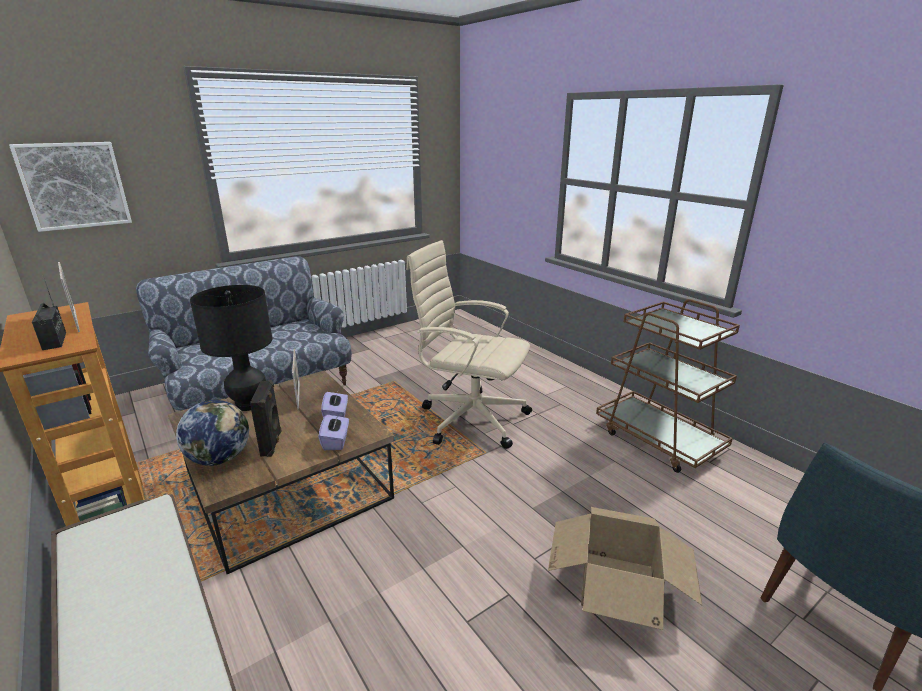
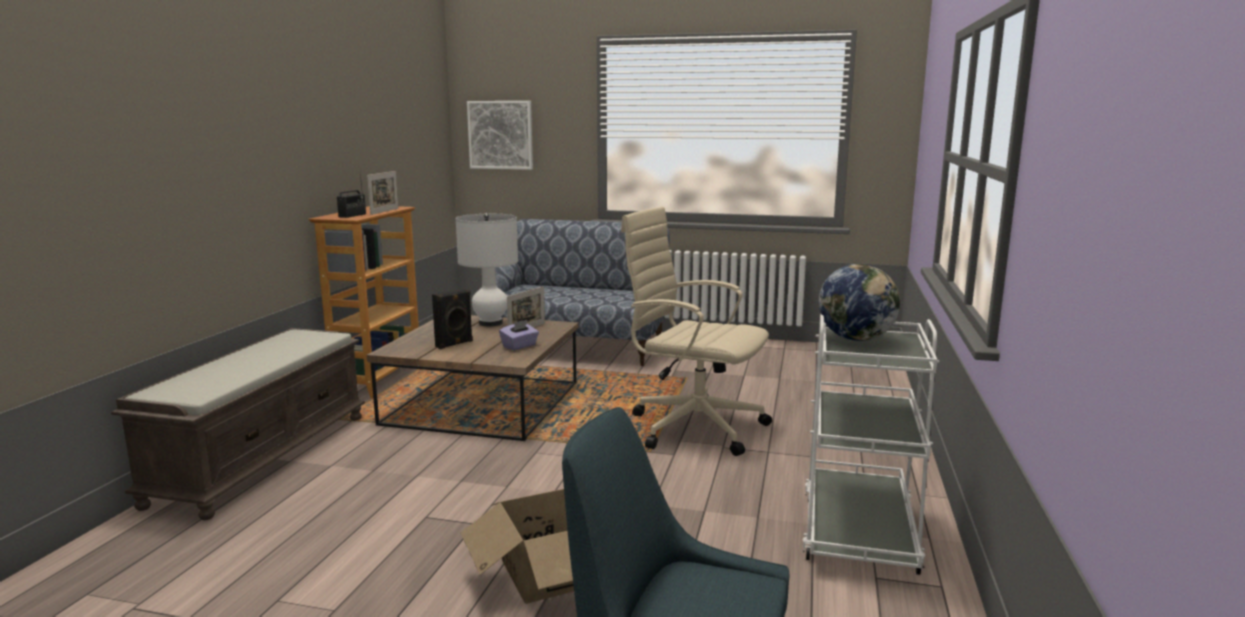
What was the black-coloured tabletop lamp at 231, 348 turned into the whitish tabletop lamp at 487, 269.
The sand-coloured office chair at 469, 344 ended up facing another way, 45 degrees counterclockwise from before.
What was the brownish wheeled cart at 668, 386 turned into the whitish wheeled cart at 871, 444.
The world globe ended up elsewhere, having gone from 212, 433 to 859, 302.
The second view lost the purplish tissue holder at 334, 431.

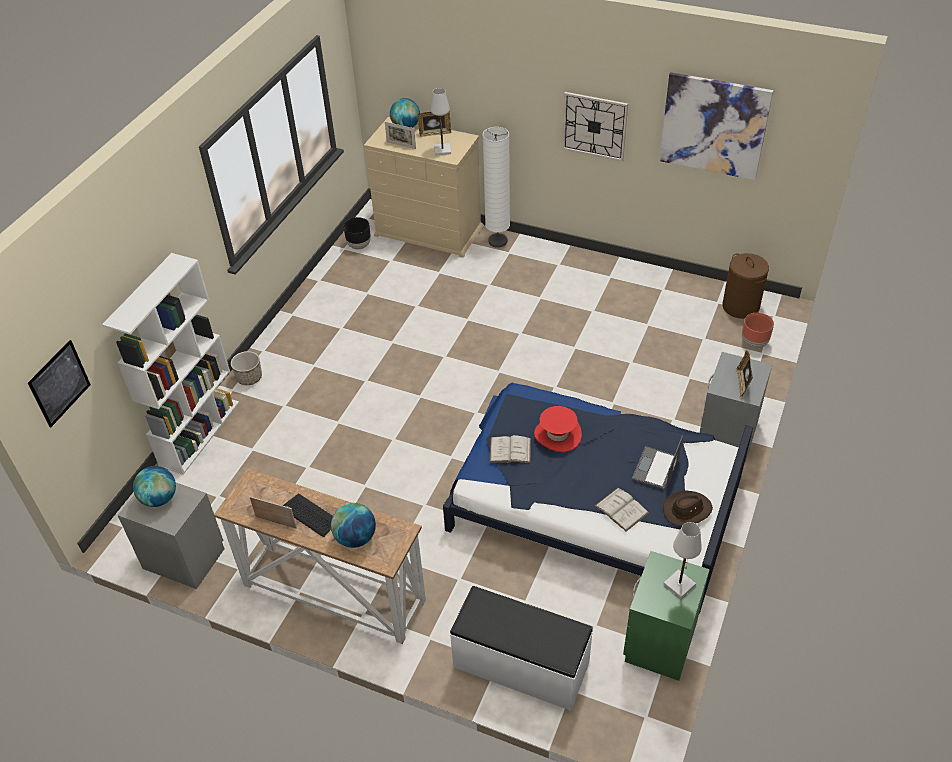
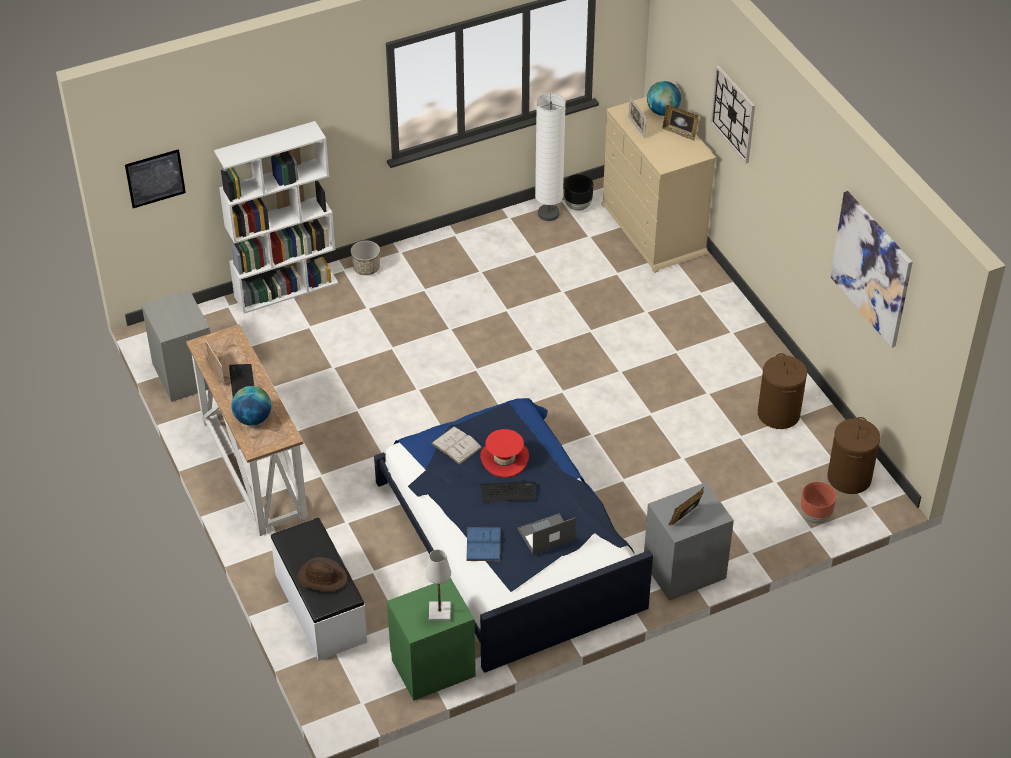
The brownish hat ended up elsewhere, having gone from 688, 508 to 322, 574.
What was the whitish book at 622, 510 turned into the bluish book at 483, 544.
The second view gained the keyboard at 507, 492.
The whitish standing lamp ended up elsewhere, having gone from 496, 187 to 550, 157.
The wall clock ended up elsewhere, having gone from 595, 127 to 732, 114.
The second view gained the brownish washing basket at 782, 391.
The second view lost the world globe at 154, 486.
The second view lost the whitish tabletop lamp at 440, 121.

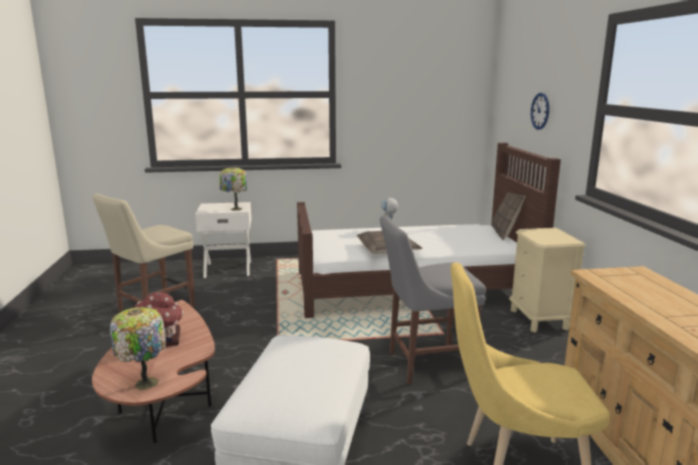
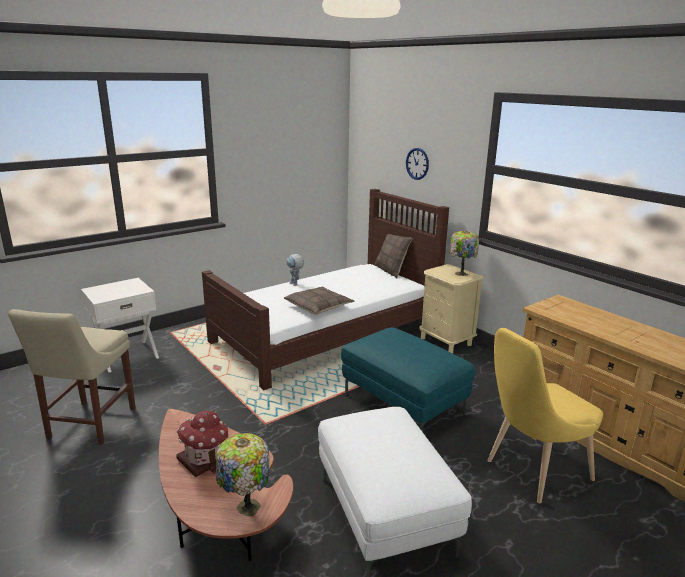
Where the gray chair stood at 433, 300, the blue-green ottoman came to stand at 408, 379.
The tabletop lamp ended up elsewhere, having gone from 233, 189 to 464, 253.

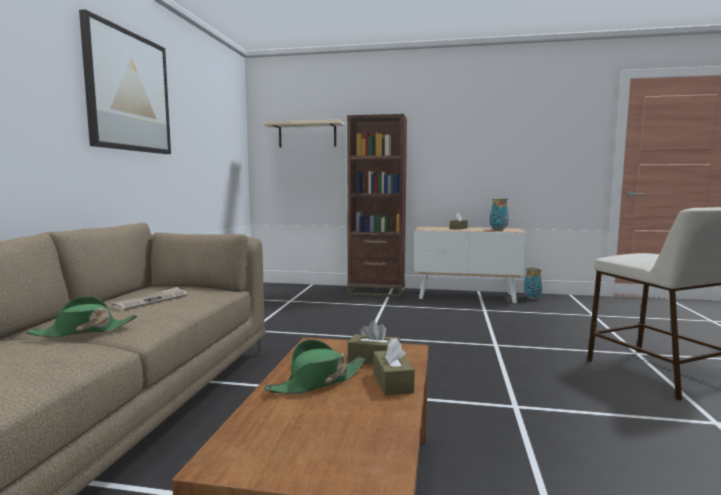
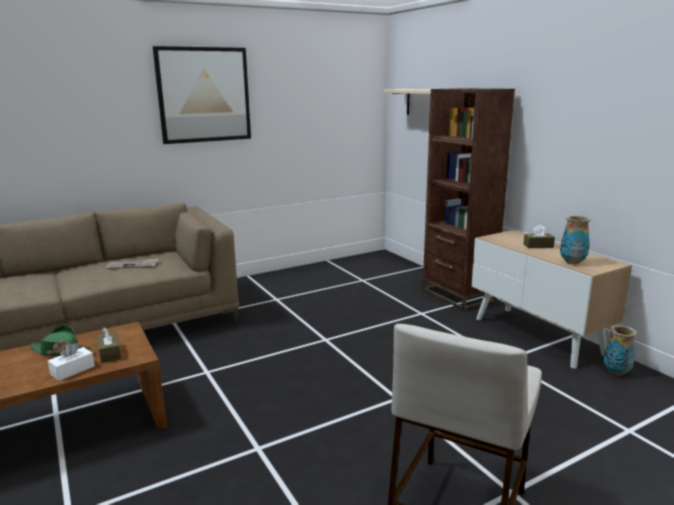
What was the brownish tissue holder at 394, 367 turned into the whitish tissue holder at 71, 362.
The second view lost the greenish hat at 81, 317.

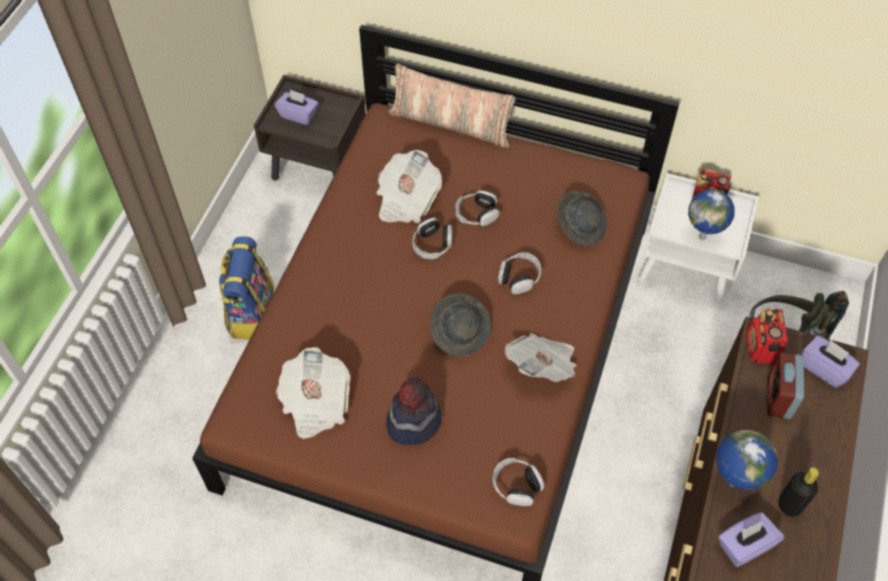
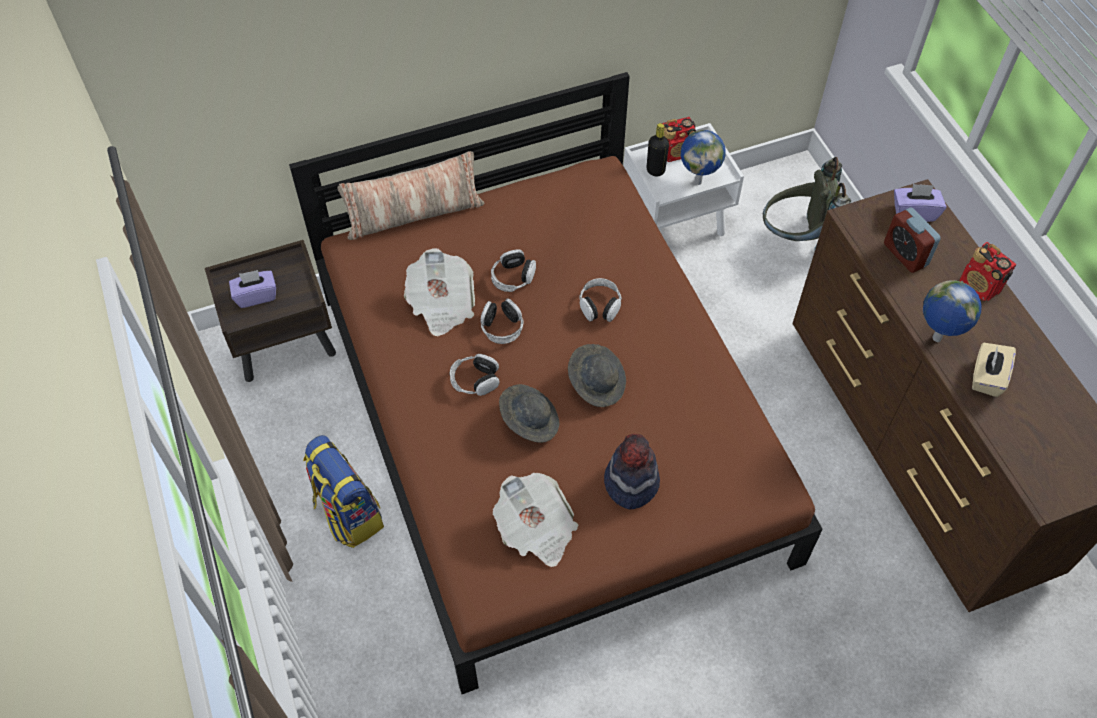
The headset ended up elsewhere, having gone from 518, 482 to 475, 375.
The gray hat ended up elsewhere, having gone from 582, 218 to 529, 413.
The black-coloured beverage bottle ended up elsewhere, having gone from 798, 492 to 658, 149.
The radio set ended up elsewhere, having gone from 767, 336 to 988, 271.
What was the purplish tissue holder at 751, 539 turned into the sand-coloured tissue holder at 994, 370.
The second view lost the newspaper at 541, 357.

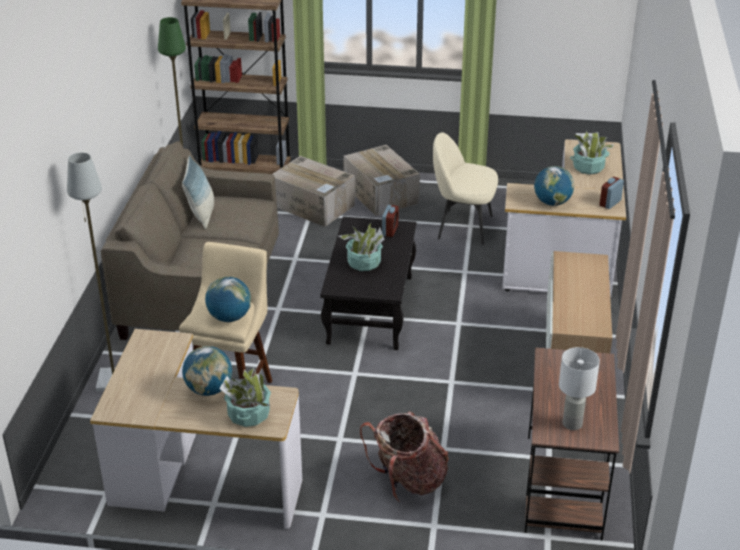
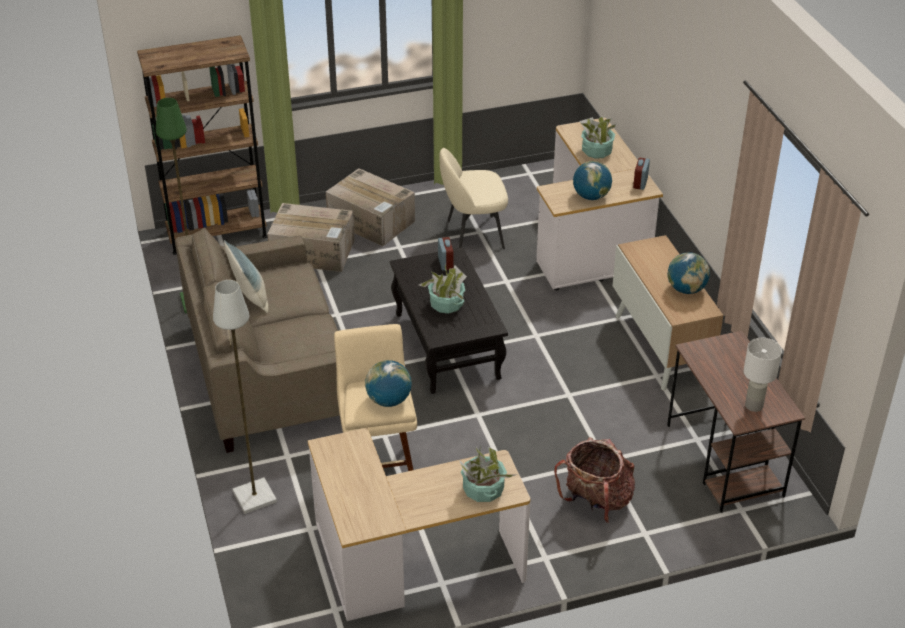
The world globe ended up elsewhere, having gone from 207, 371 to 688, 273.

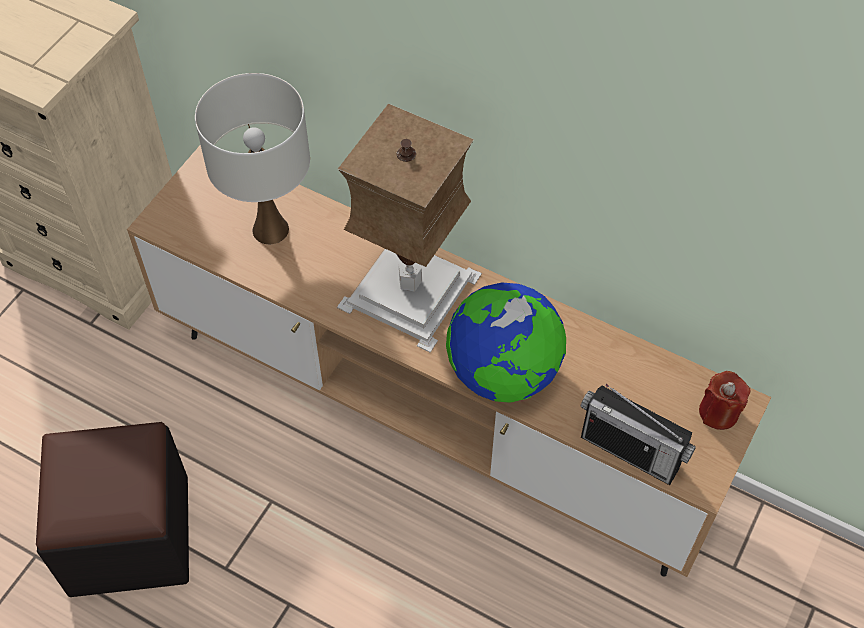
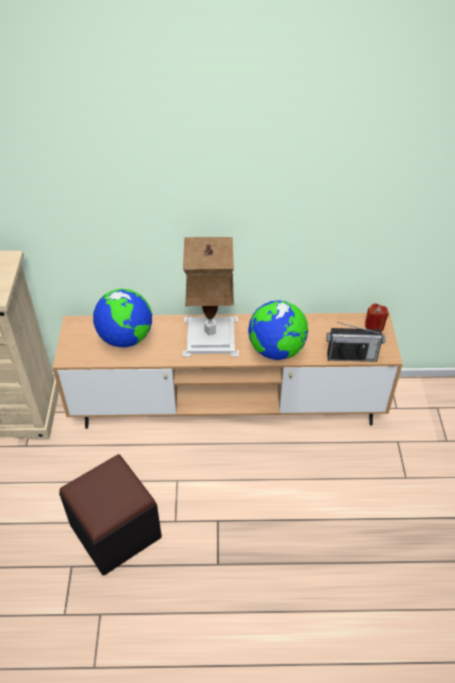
Where the whitish tabletop lamp stood at 252, 158, the world globe came to stand at 122, 318.

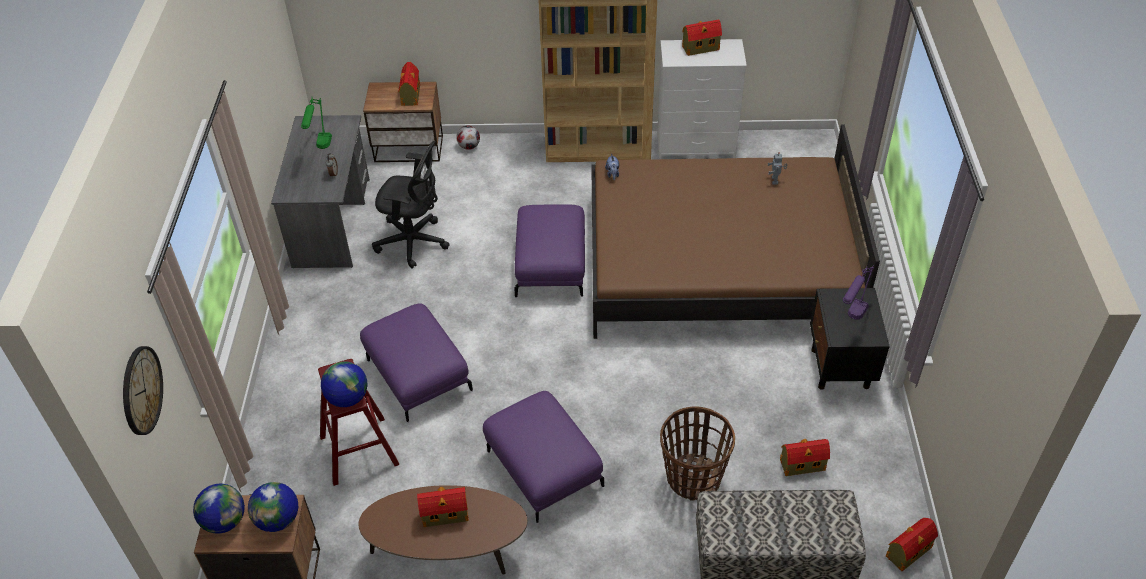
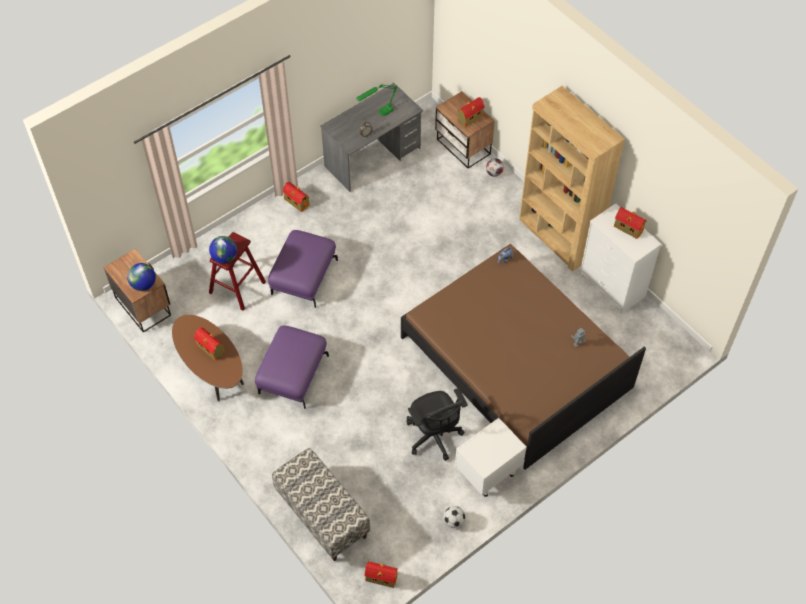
The toy house ended up elsewhere, having gone from 805, 457 to 296, 197.
The black-coloured office chair ended up elsewhere, having gone from 411, 204 to 437, 424.
The second view gained the football at 454, 517.
What was the black-coloured night table at 850, 339 turned into the whitish night table at 491, 457.
The second view lost the wall clock at 143, 390.
The second view lost the world globe at 219, 508.
The second view lost the purplish ottoman at 549, 250.
The second view lost the storage basket at 697, 453.
The second view lost the purplish tabletop lamp at 858, 292.

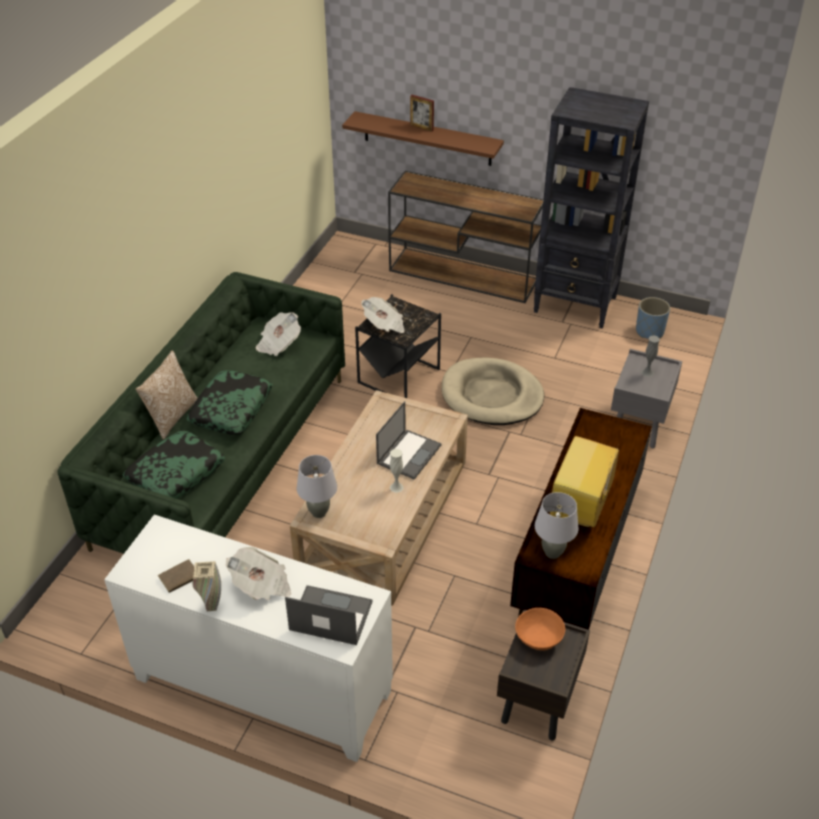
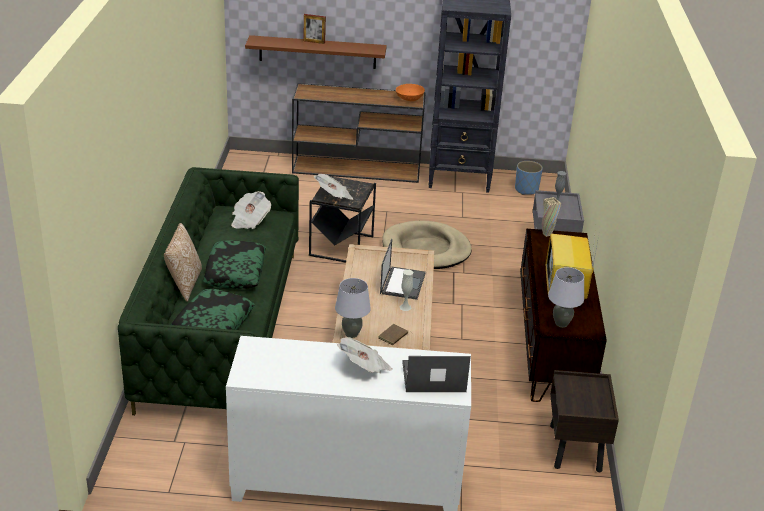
The brownish book ended up elsewhere, having gone from 176, 576 to 396, 334.
The orange-coloured bowl ended up elsewhere, having gone from 540, 629 to 410, 92.
The sand-coloured decorative vase ended up elsewhere, having gone from 207, 586 to 551, 217.

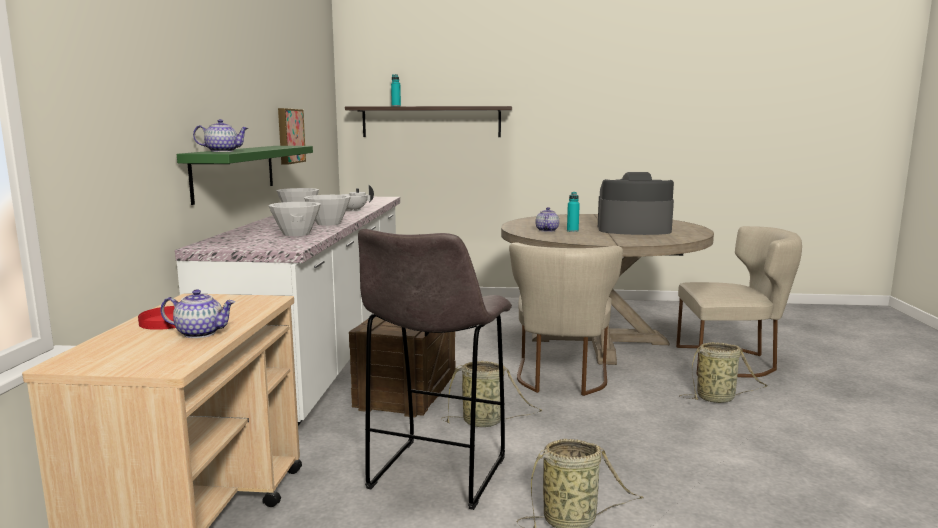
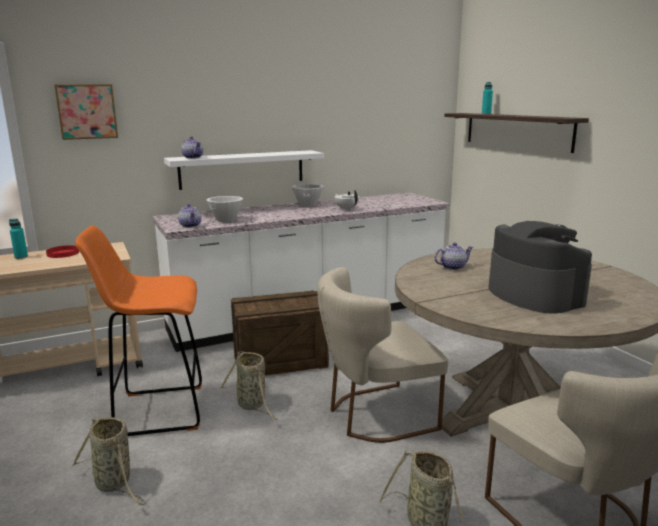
The blue-green beverage bottle ended up elsewhere, having gone from 573, 212 to 18, 239.
The wall picture ended up elsewhere, having gone from 292, 136 to 86, 112.
What was the gray sitting stool at 435, 369 turned into the orange-coloured sitting stool at 138, 330.
What was the greenish wall shelf at 245, 175 turned into the whitish wall shelf at 244, 170.
The teapot ended up elsewhere, having gone from 197, 313 to 189, 216.
The second view lost the whitish bowl at 327, 210.

